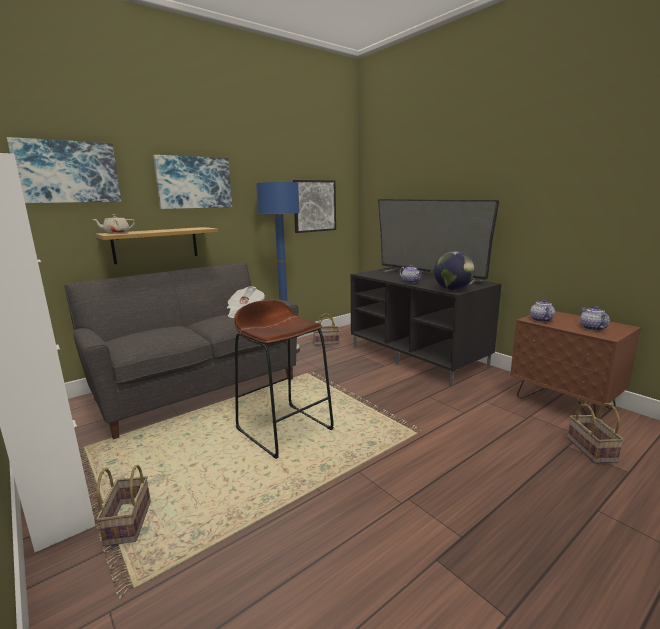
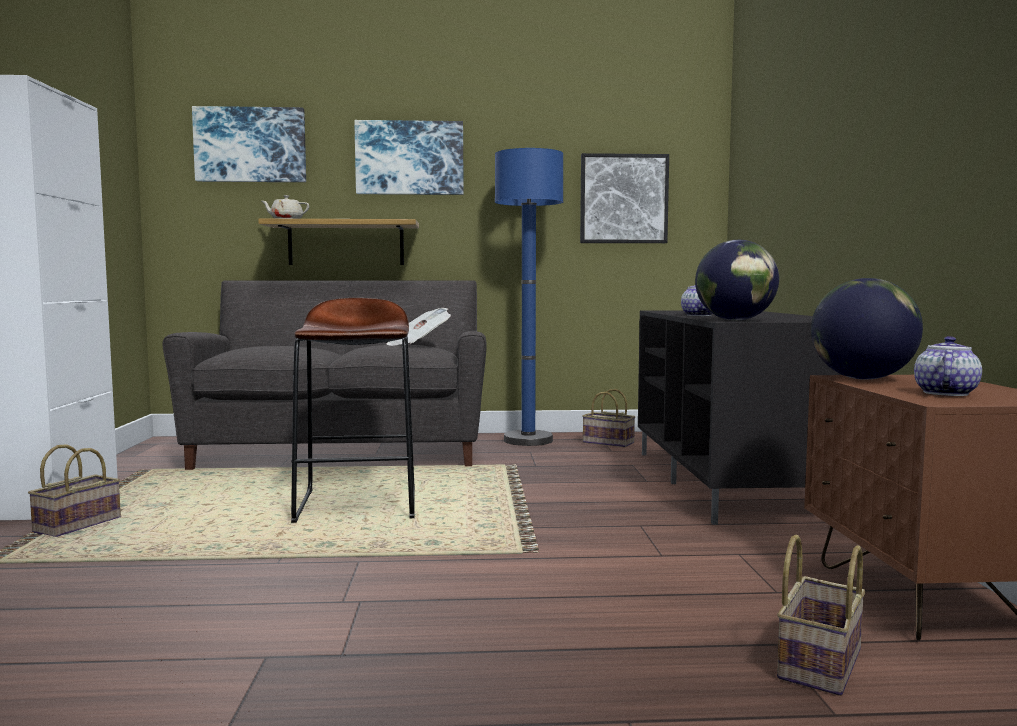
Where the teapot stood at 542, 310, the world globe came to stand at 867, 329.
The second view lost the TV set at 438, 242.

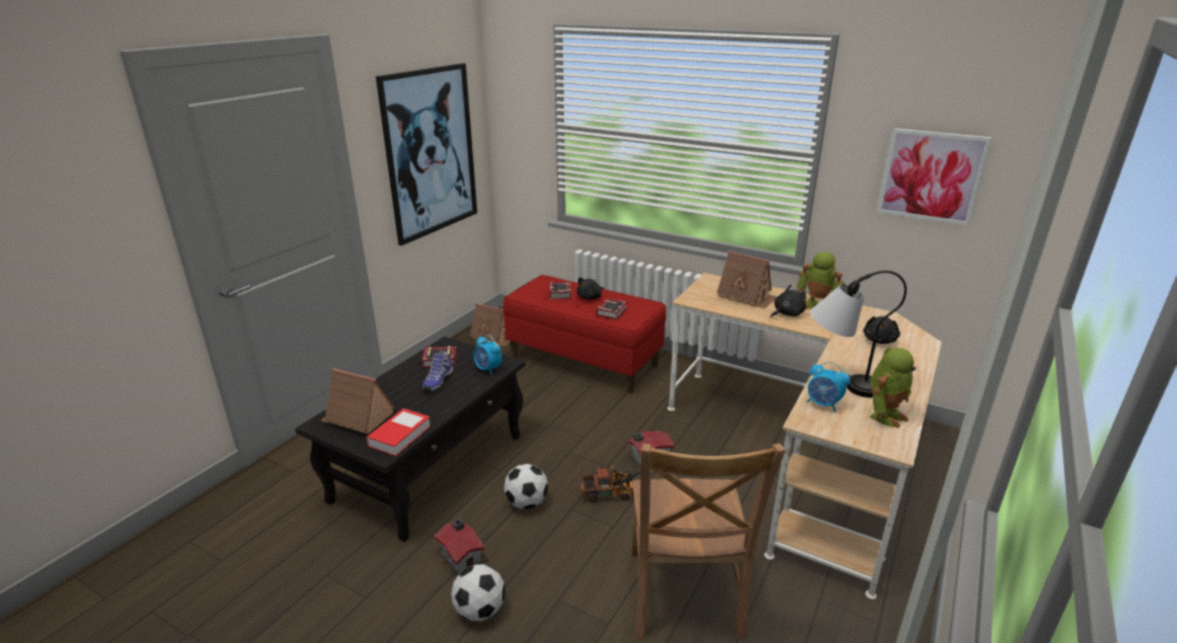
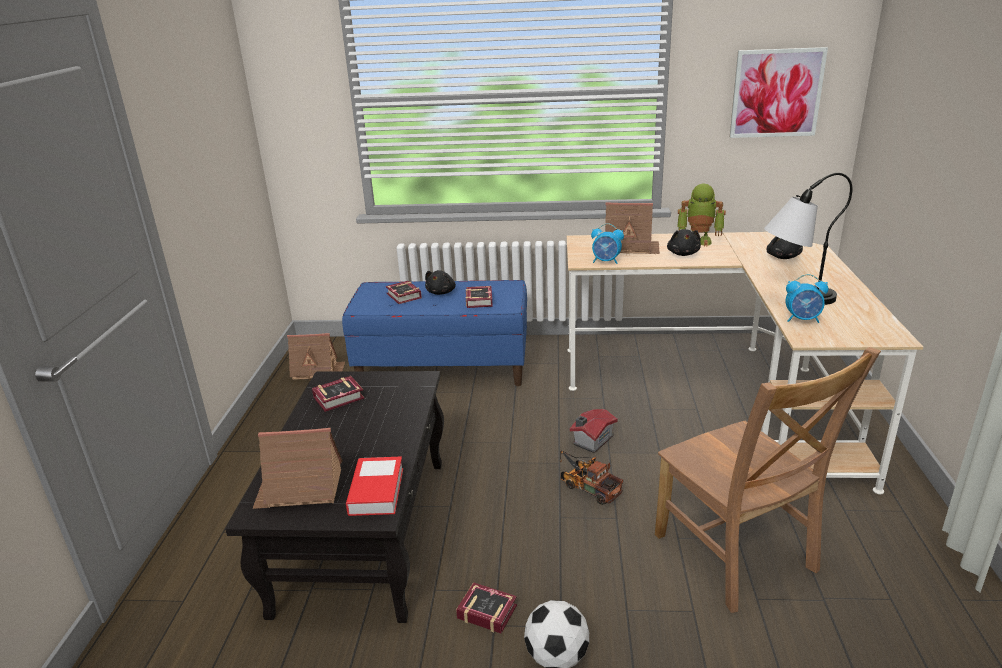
What was the reddish indoor bench at 584, 334 turned into the bluish indoor bench at 434, 333.
Where the toy house stood at 459, 546, the book came to stand at 486, 607.
The model truck at 611, 484 ended up facing another way, 105 degrees counterclockwise from before.
The alarm clock ended up elsewhere, having gone from 488, 355 to 607, 243.
The black-coloured plush toy at 788, 301 ended up facing another way, 150 degrees clockwise from before.
The second view lost the wall picture at 426, 154.
The second view lost the shoe at 438, 372.
The second view lost the football at 526, 486.
The second view lost the model robot at 893, 387.

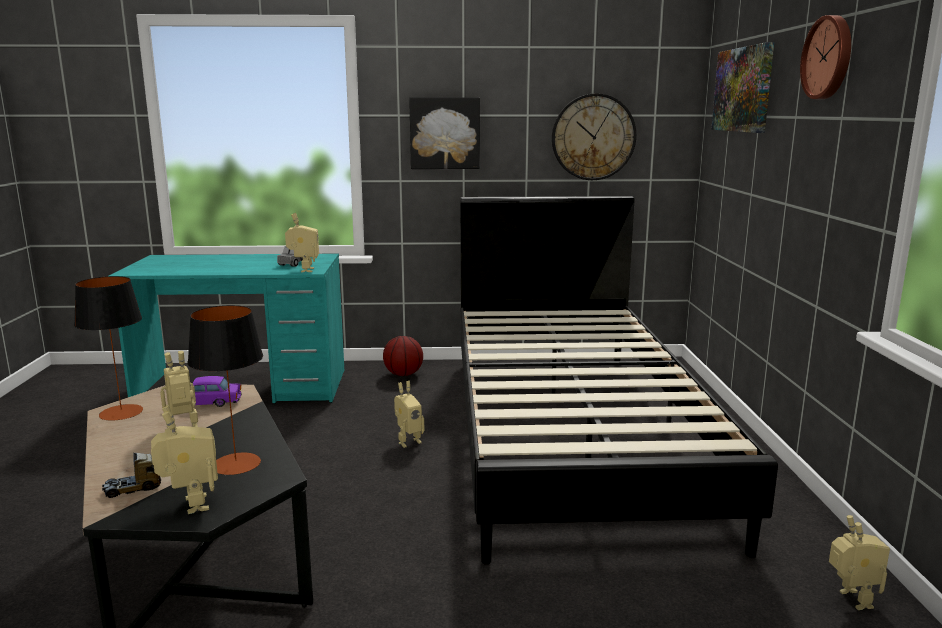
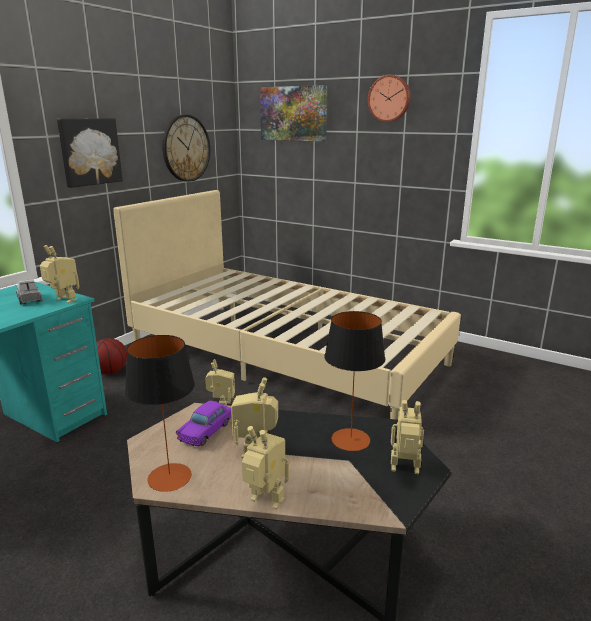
What was the black-coloured sleeping bed at 619, 380 turned into the sand-coloured sleeping bed at 287, 305.
The model robot ended up elsewhere, having gone from 859, 562 to 265, 468.
The second view lost the model truck at 131, 475.

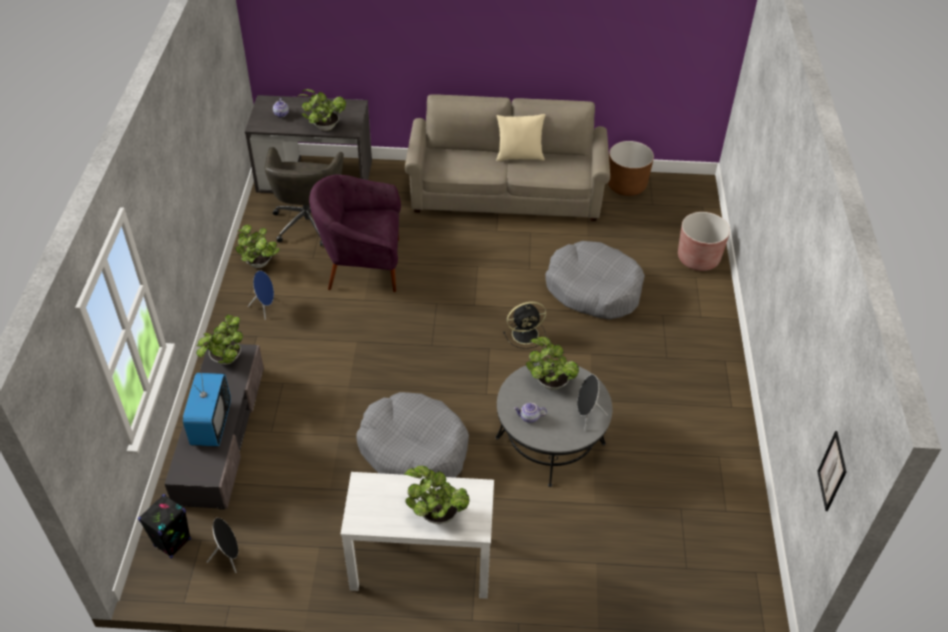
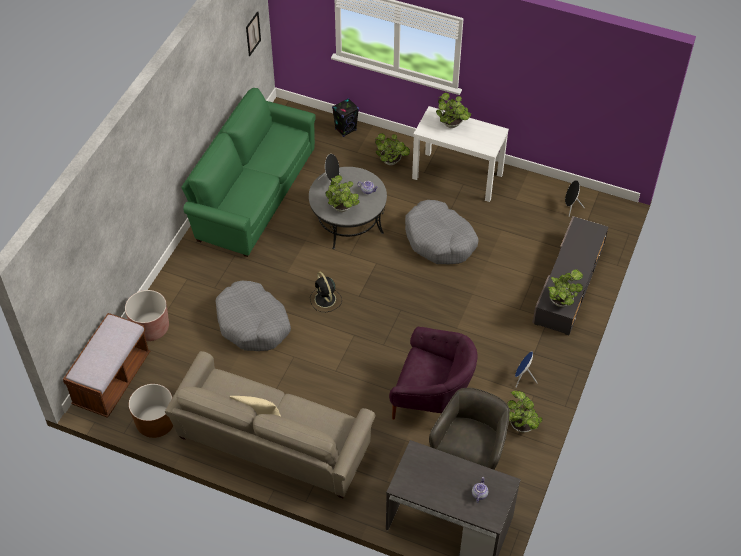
The second view gained the brownish indoor bench at 106, 365.
The second view gained the greenish couch at 248, 172.
The black-coloured electric fan at 524, 325 ended up facing another way, 120 degrees counterclockwise from before.
The black-coloured speaker ended up elsewhere, having gone from 164, 526 to 345, 117.
The houseplant ended up elsewhere, having gone from 321, 110 to 392, 149.
The second view lost the TV set at 207, 405.

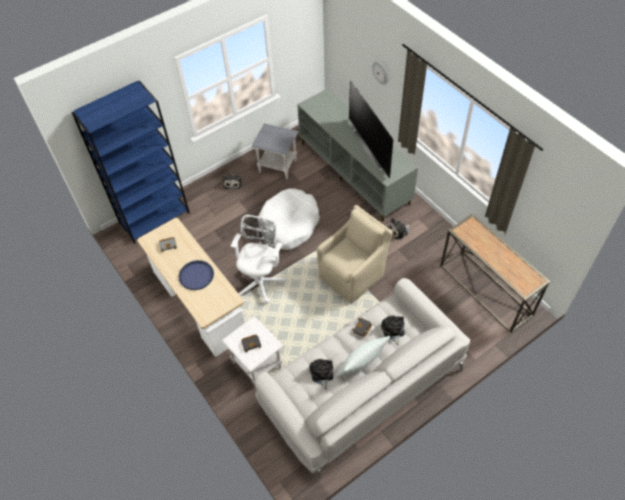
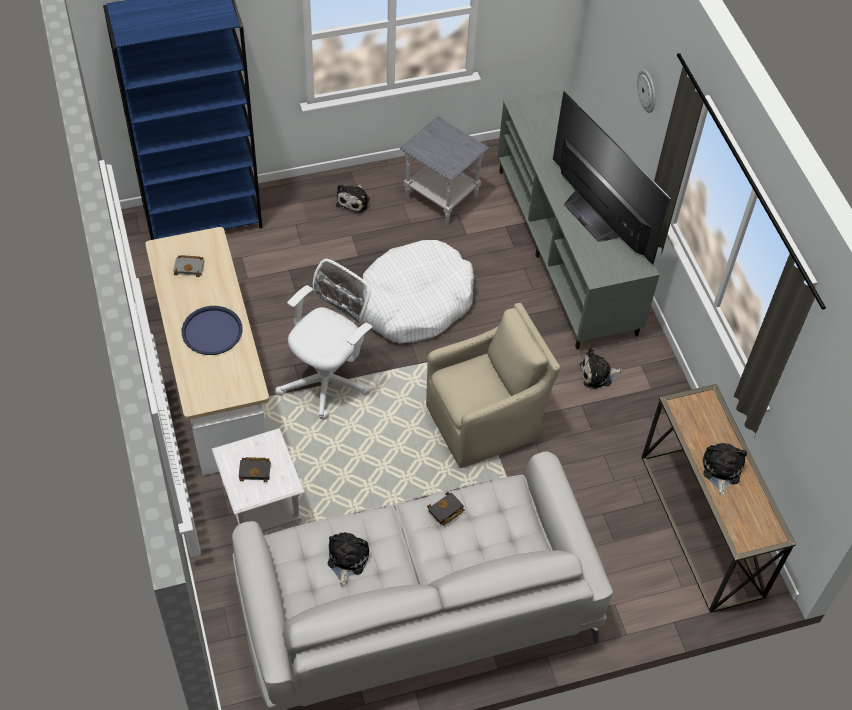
The TV set at 371, 128 ended up facing another way, 150 degrees clockwise from before.
The plush toy ended up elsewhere, having gone from 393, 330 to 725, 469.
The second view lost the throw pillow at 363, 357.

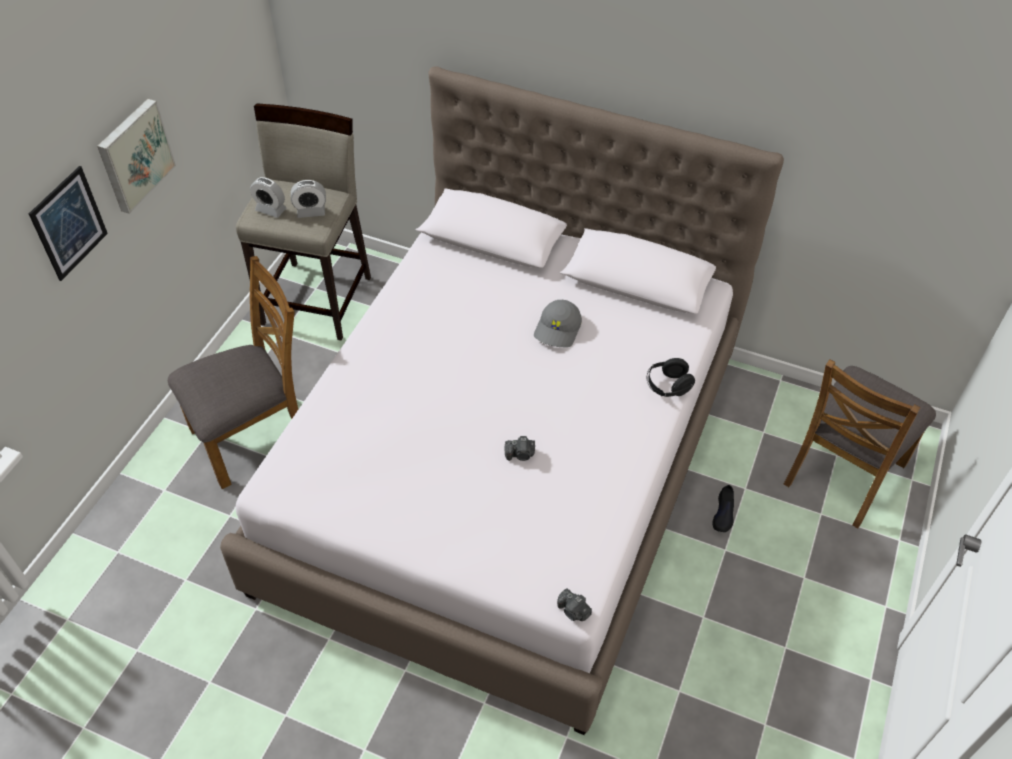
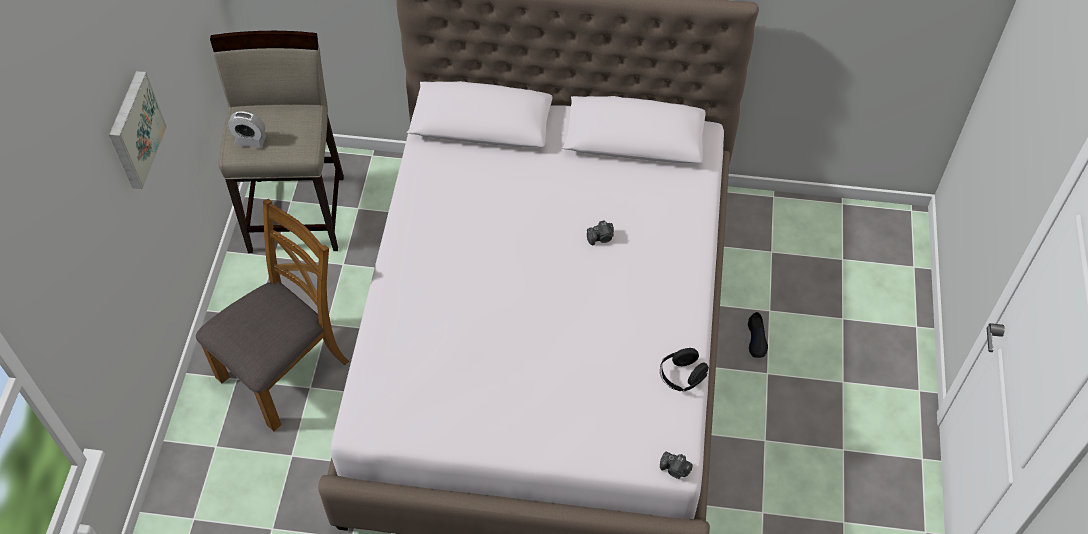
The photo camera ended up elsewhere, having gone from 520, 448 to 600, 233.
The black-coloured headset ended up elsewhere, having gone from 670, 377 to 684, 370.
The second view lost the wall picture at 68, 223.
The second view lost the alarm clock at 308, 199.
The second view lost the gray cap at 558, 323.
The second view lost the brownish chair at 860, 443.

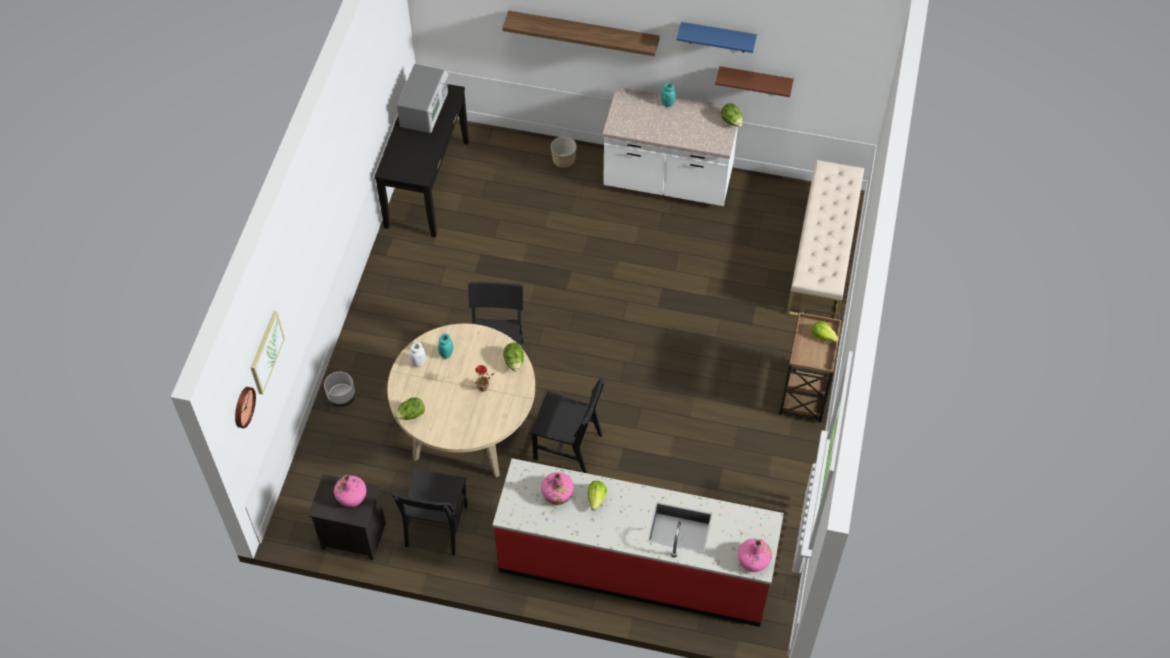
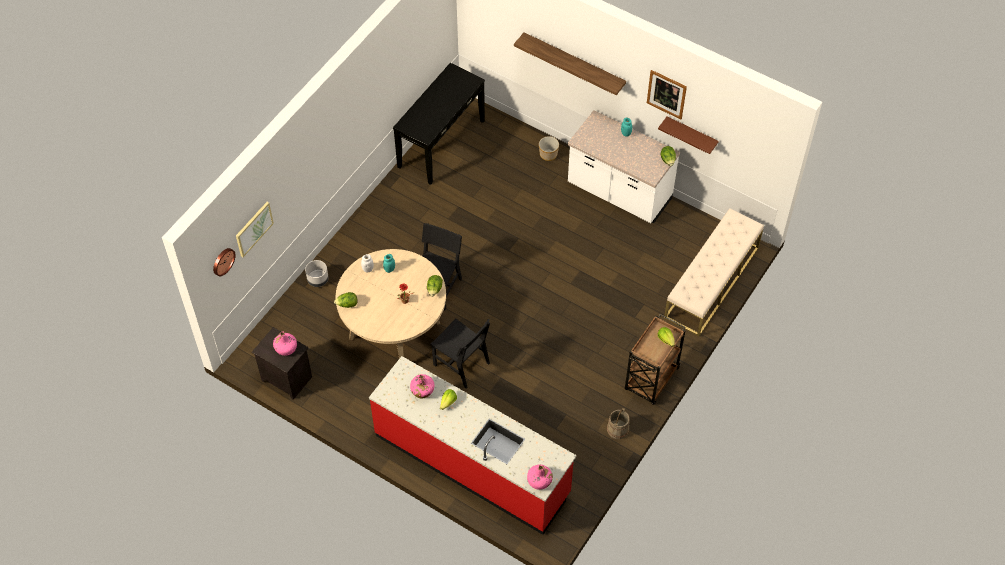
The second view gained the sand-coloured water bucket at 618, 423.
Where the bluish wall shelf hung at 717, 37, the wall picture came to hang at 667, 94.
The second view lost the black-coloured chair at 430, 512.
The second view lost the kitchen microwave at 423, 98.

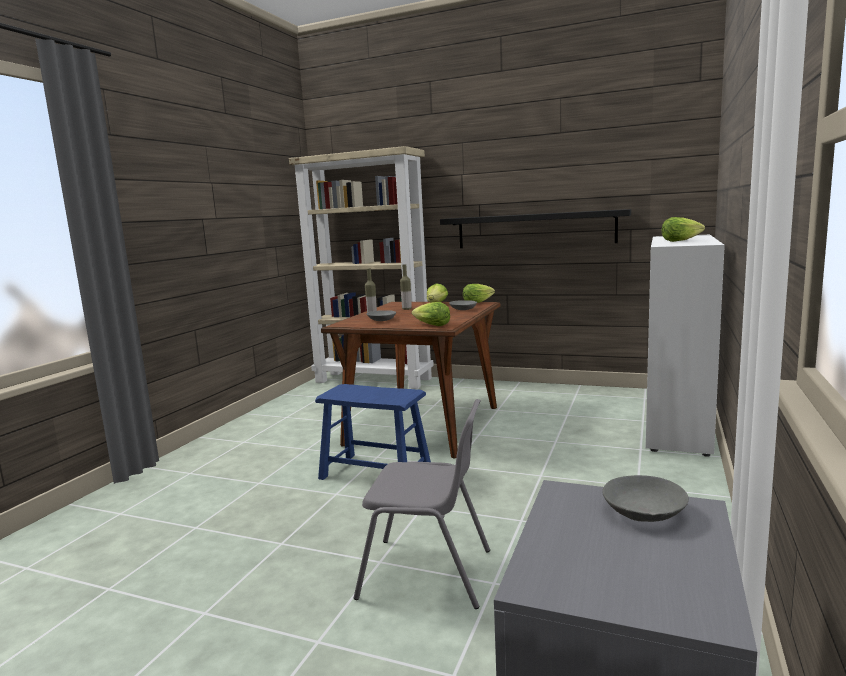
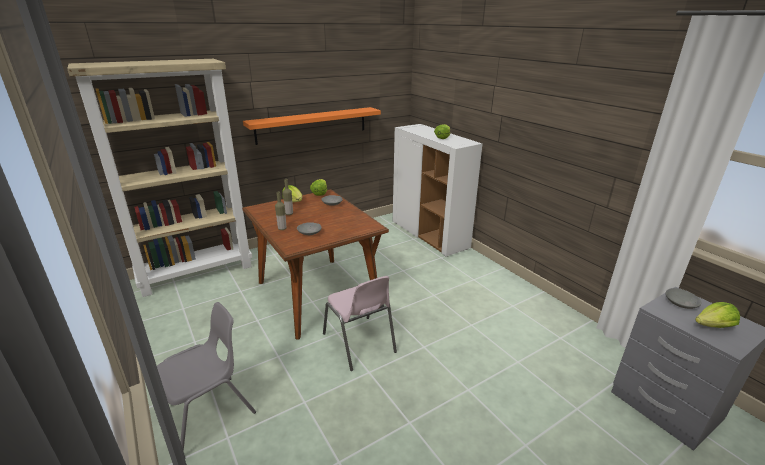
The gray chair ended up elsewhere, having gone from 422, 504 to 206, 377.
What was the black-coloured wall shelf at 535, 228 turned into the orange-coloured wall shelf at 312, 126.
Where the bluish sitting stool stood at 373, 432, the pinkish chair came to stand at 360, 323.
The lettuce head ended up elsewhere, having gone from 431, 314 to 717, 315.

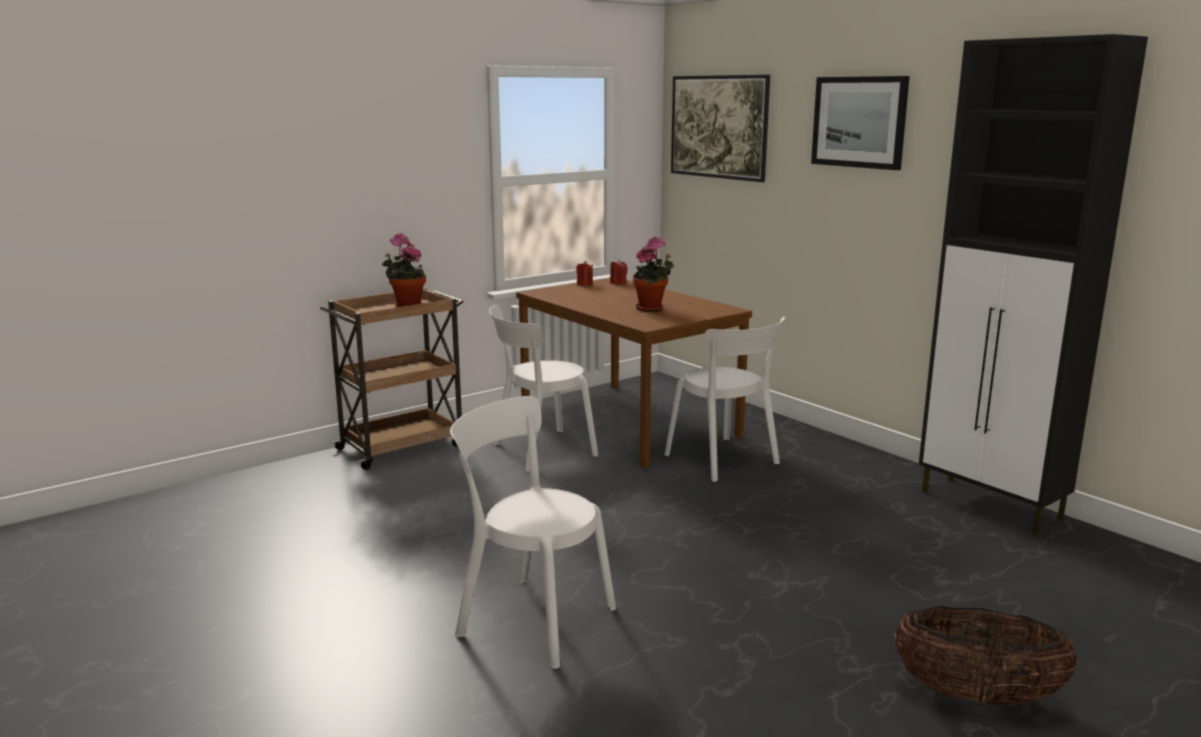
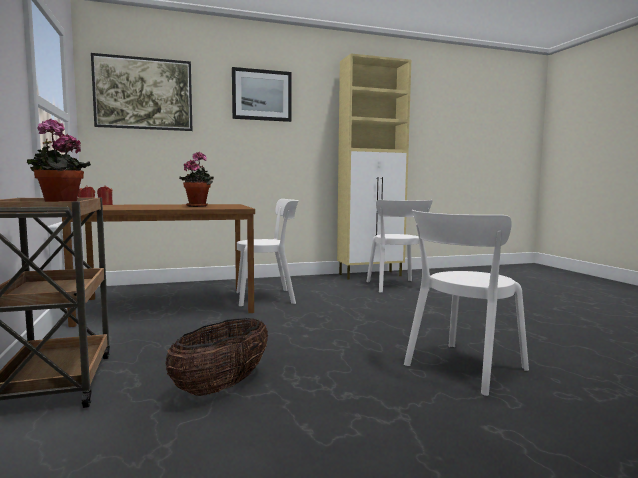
The storage basket ended up elsewhere, having gone from 986, 656 to 216, 357.
What was the black-coloured storage cabinet at 1033, 284 turned into the sand-coloured storage cabinet at 374, 166.
The whitish chair ended up elsewhere, having gone from 543, 388 to 399, 246.

